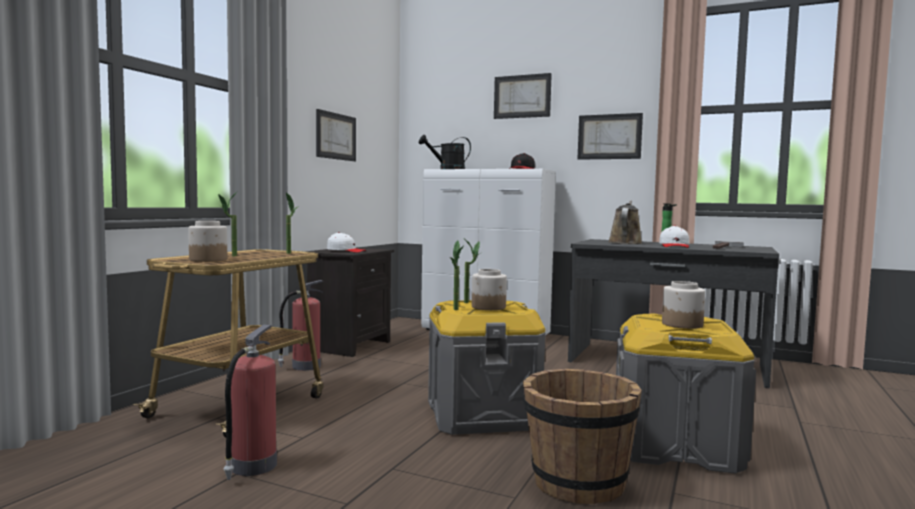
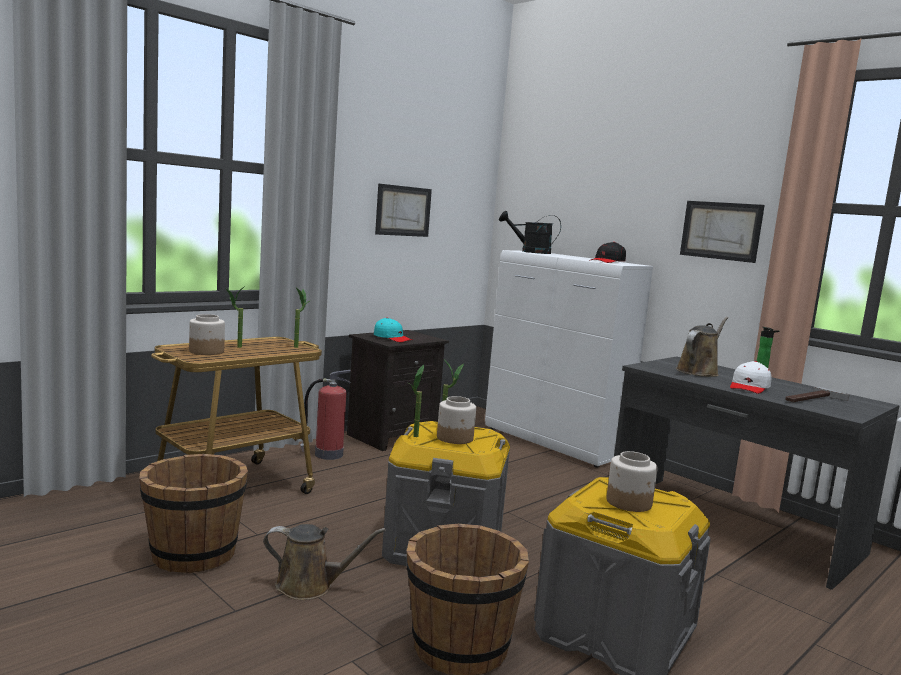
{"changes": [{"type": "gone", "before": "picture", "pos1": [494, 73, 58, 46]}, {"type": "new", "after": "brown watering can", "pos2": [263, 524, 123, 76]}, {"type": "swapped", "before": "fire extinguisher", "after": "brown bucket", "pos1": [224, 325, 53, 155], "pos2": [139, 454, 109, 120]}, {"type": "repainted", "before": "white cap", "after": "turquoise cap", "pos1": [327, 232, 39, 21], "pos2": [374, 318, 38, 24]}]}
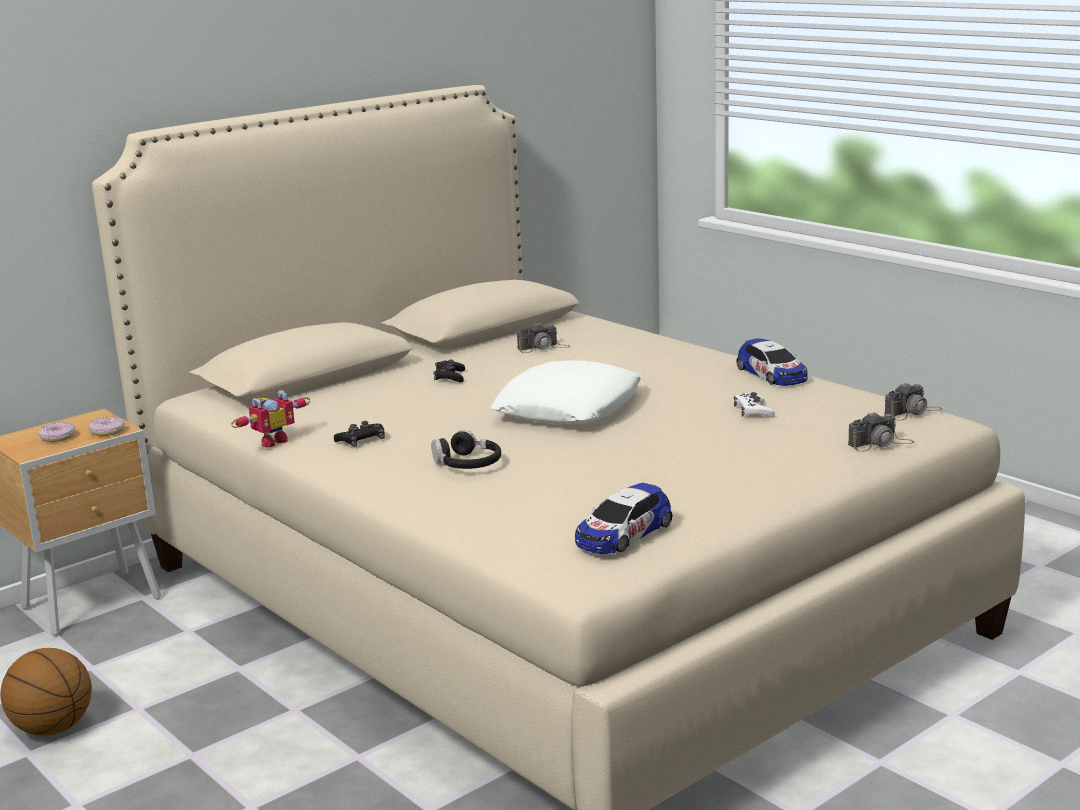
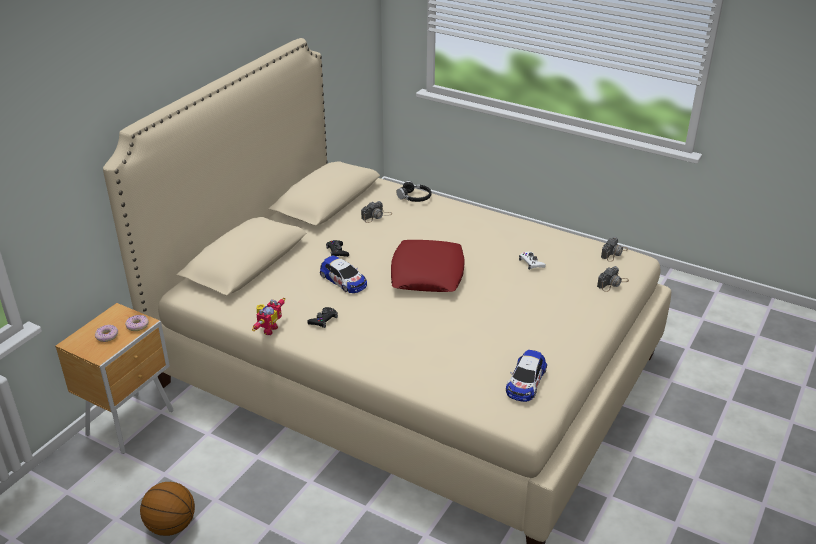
{"changes": [{"type": "shifted", "before": "black headphones", "pos1": [432, 430, 69, 39], "pos2": [396, 181, 36, 21]}, {"type": "shifted", "before": "toy car", "pos1": [737, 338, 71, 48], "pos2": [320, 255, 47, 38]}, {"type": "repainted", "before": "white pillow", "after": "red pillow", "pos1": [491, 360, 151, 64], "pos2": [391, 240, 74, 52]}]}
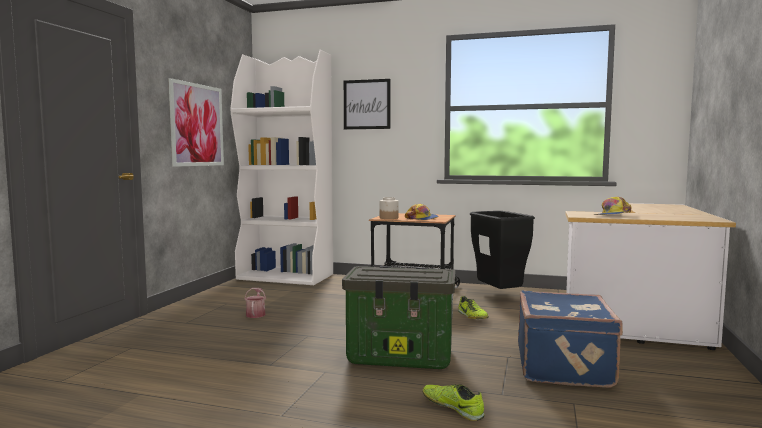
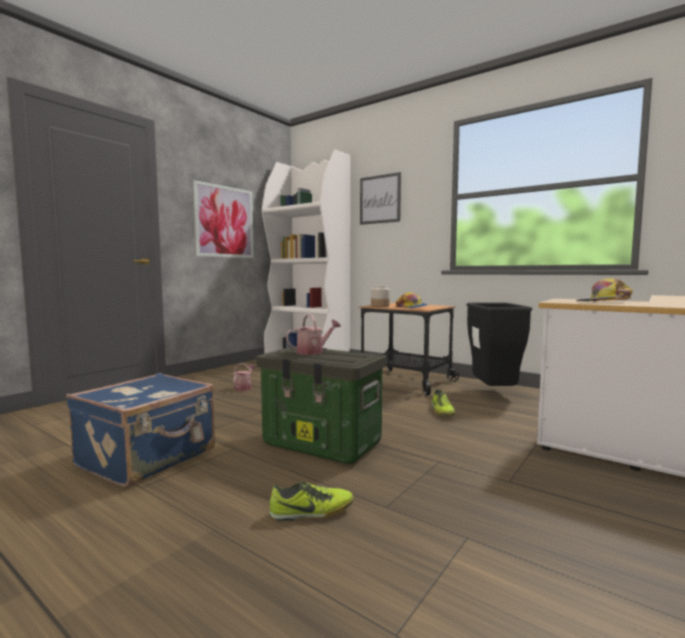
{"changes": [{"type": "new", "after": "watering can", "pos2": [286, 314, 55, 41]}, {"type": "shifted", "before": "blue suitcase", "pos1": [518, 290, 105, 98], "pos2": [66, 373, 149, 115]}, {"type": "rotated", "before": "shoe", "pos1": [423, 384, 62, 37], "pos2": [270, 481, 83, 40], "turn": 105}]}
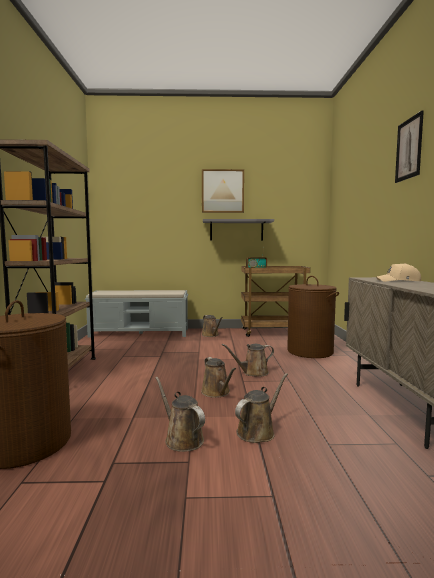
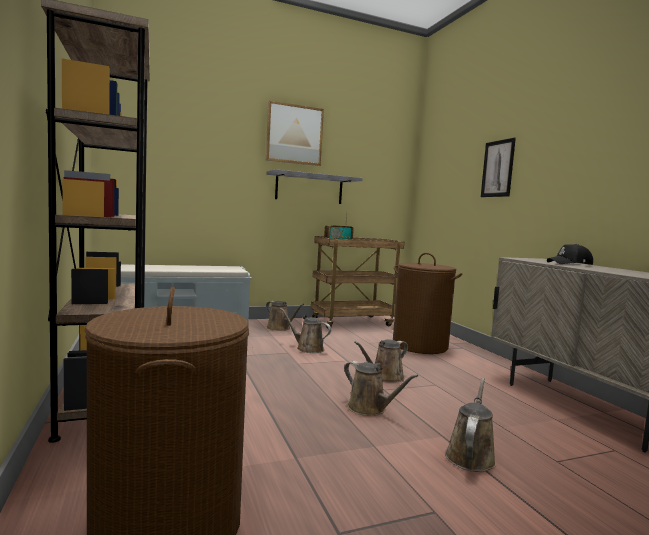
{"changes": [{"type": "shifted", "before": "brown watering can", "pos1": [155, 376, 50, 76], "pos2": [280, 308, 51, 45]}, {"type": "shifted", "before": "picture", "pos1": [395, 110, 29, 73], "pos2": [481, 138, 35, 59]}, {"type": "repainted", "before": "beige cap", "after": "black cap", "pos1": [376, 263, 45, 19], "pos2": [547, 244, 46, 21]}]}
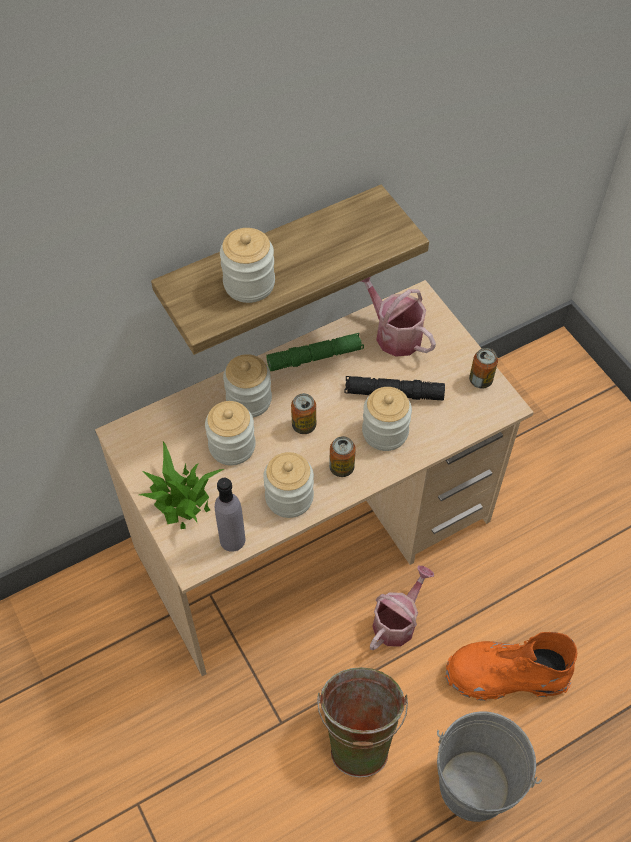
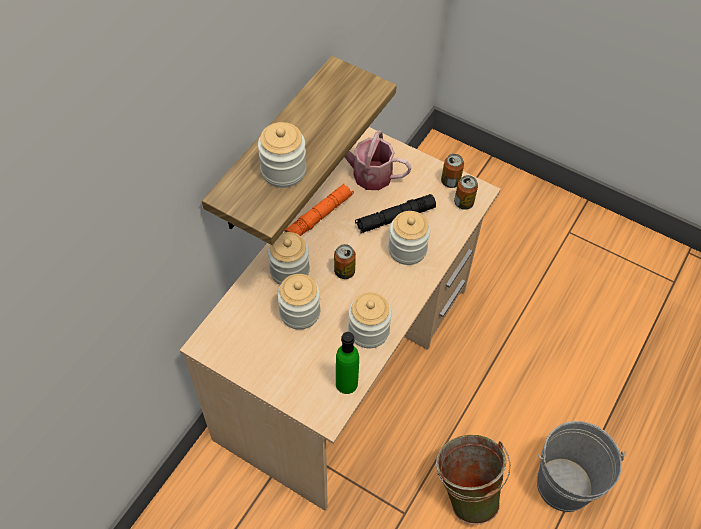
{"changes": [{"type": "gone", "before": "potted plant", "pos1": [139, 442, 85, 87]}, {"type": "gone", "before": "watering can", "pos1": [370, 566, 64, 84]}, {"type": "gone", "before": "orange boot", "pos1": [445, 632, 132, 69]}, {"type": "shifted", "before": "can", "pos1": [329, 436, 27, 41], "pos2": [454, 175, 24, 35]}, {"type": "repainted", "before": "grey bottle", "after": "green bottle", "pos1": [215, 478, 30, 74], "pos2": [336, 332, 23, 62]}, {"type": "repainted", "before": "green flashlight", "after": "orange flashlight", "pos1": [266, 333, 98, 38], "pos2": [284, 184, 70, 52]}]}
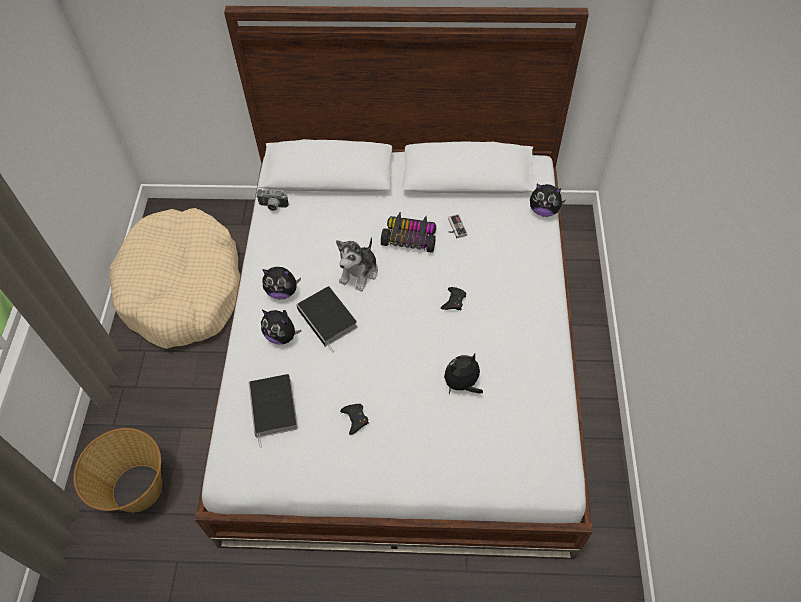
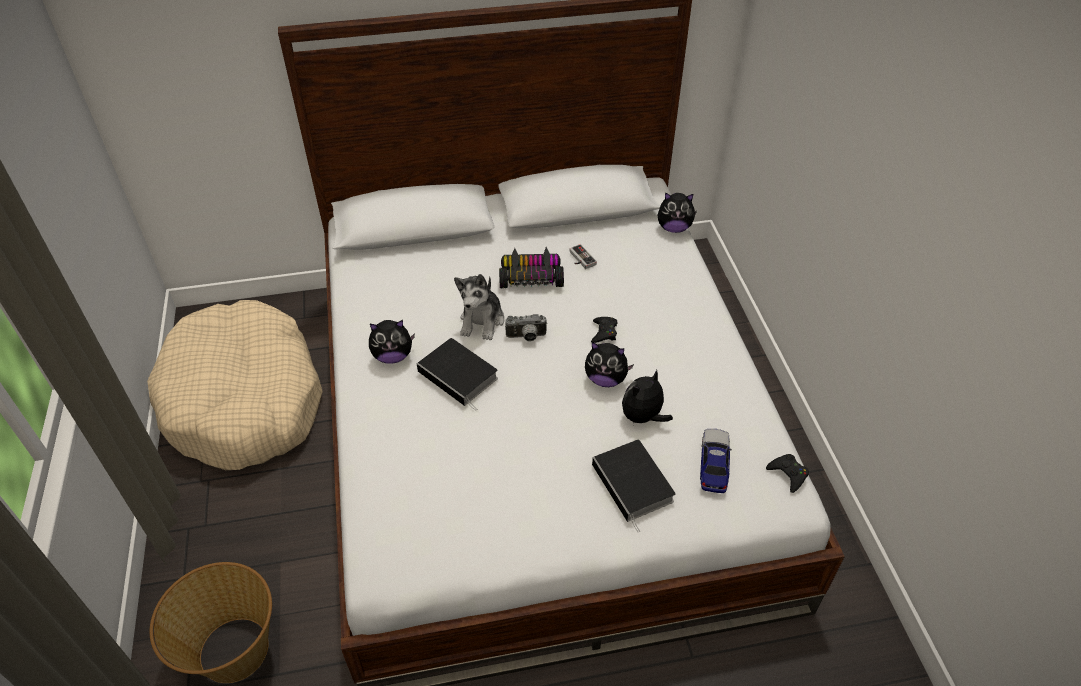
{"changes": [{"type": "new", "after": "toy car", "pos2": [700, 429, 32, 64]}, {"type": "shifted", "before": "book", "pos1": [248, 374, 50, 74], "pos2": [592, 440, 84, 92]}, {"type": "shifted", "before": "photo camera", "pos1": [256, 189, 33, 22], "pos2": [505, 314, 42, 27]}, {"type": "shifted", "before": "plush toy", "pos1": [261, 310, 40, 34], "pos2": [585, 342, 49, 45]}, {"type": "shifted", "before": "black game controller", "pos1": [340, 404, 29, 31], "pos2": [766, 454, 43, 39]}]}
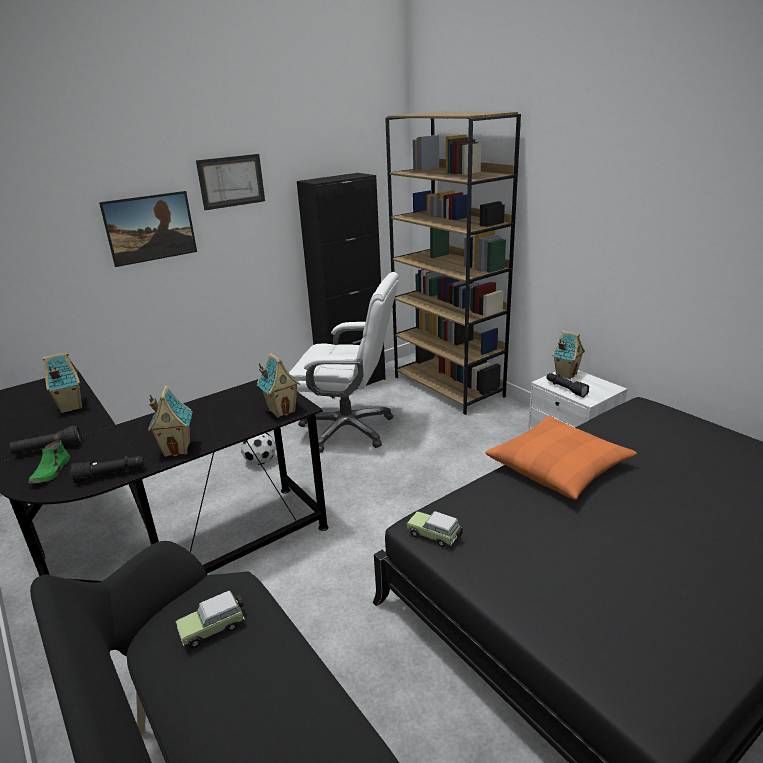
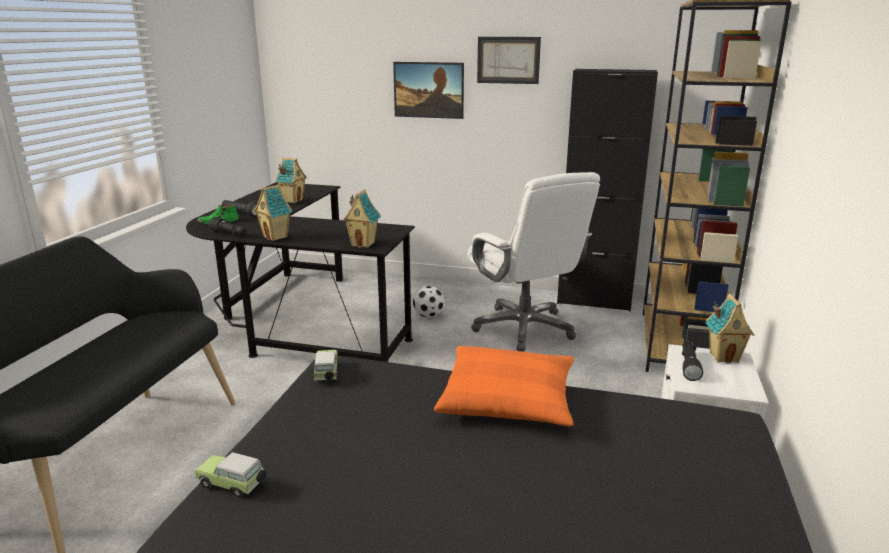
{"changes": [{"type": "shifted", "before": "toy car", "pos1": [176, 591, 69, 58], "pos2": [195, 452, 72, 46]}]}
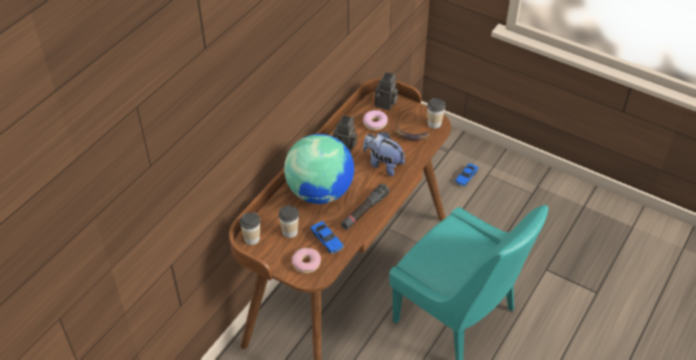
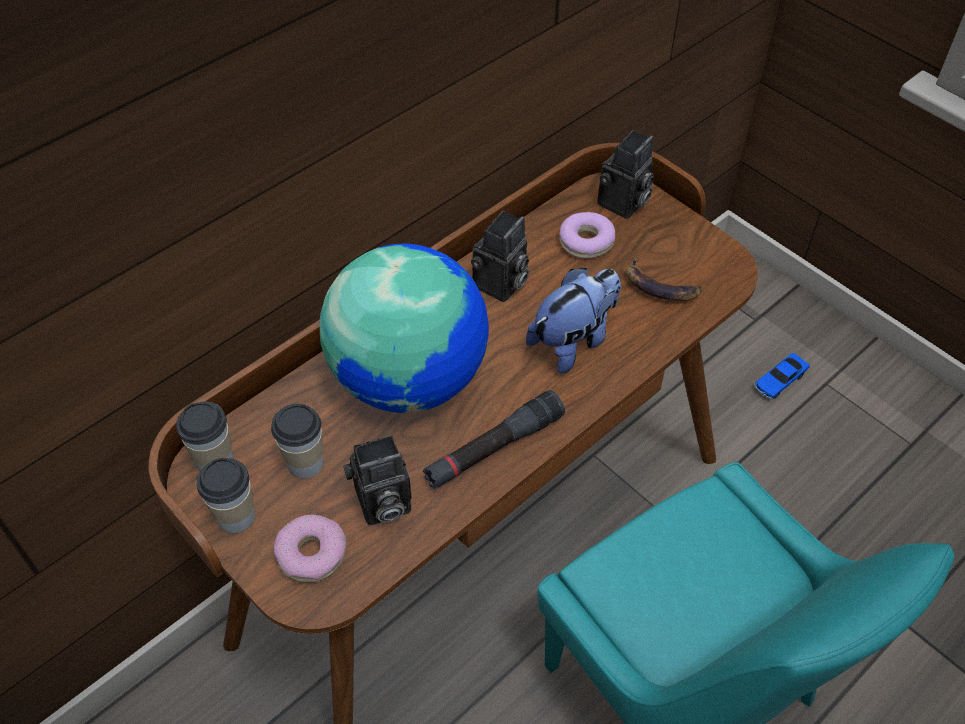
{"changes": [{"type": "shifted", "before": "cup", "pos1": [427, 98, 18, 31], "pos2": [196, 458, 59, 75]}, {"type": "swapped", "before": "toy car", "after": "photo camera", "pos1": [310, 221, 34, 33], "pos2": [343, 435, 69, 90]}, {"type": "rotated", "before": "plush toy", "pos1": [363, 132, 42, 44], "pos2": [526, 268, 95, 106], "turn": 90}]}
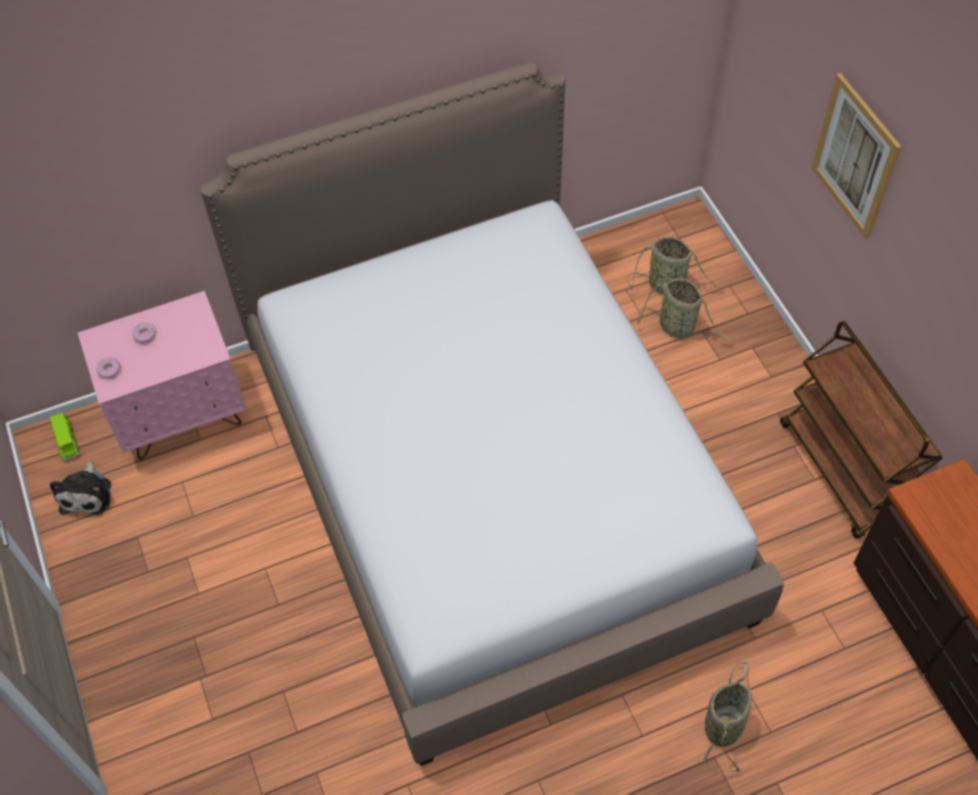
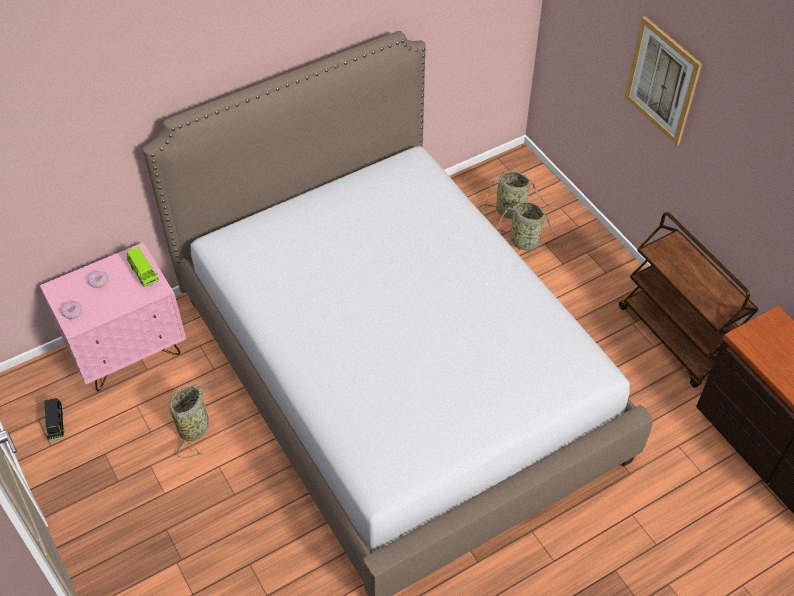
{"changes": [{"type": "shifted", "before": "green toy car", "pos1": [50, 413, 30, 48], "pos2": [127, 247, 32, 40]}, {"type": "shifted", "before": "basket", "pos1": [704, 662, 48, 110], "pos2": [169, 380, 44, 78]}, {"type": "swapped", "before": "plush toy", "after": "black toy car", "pos1": [50, 461, 61, 54], "pos2": [45, 398, 19, 43]}]}
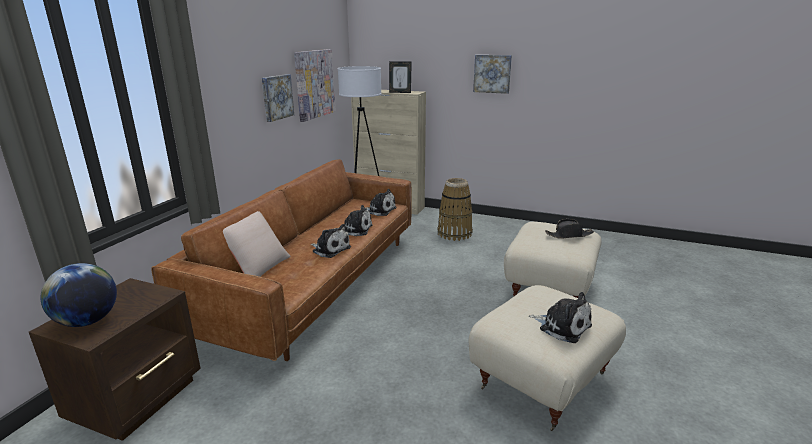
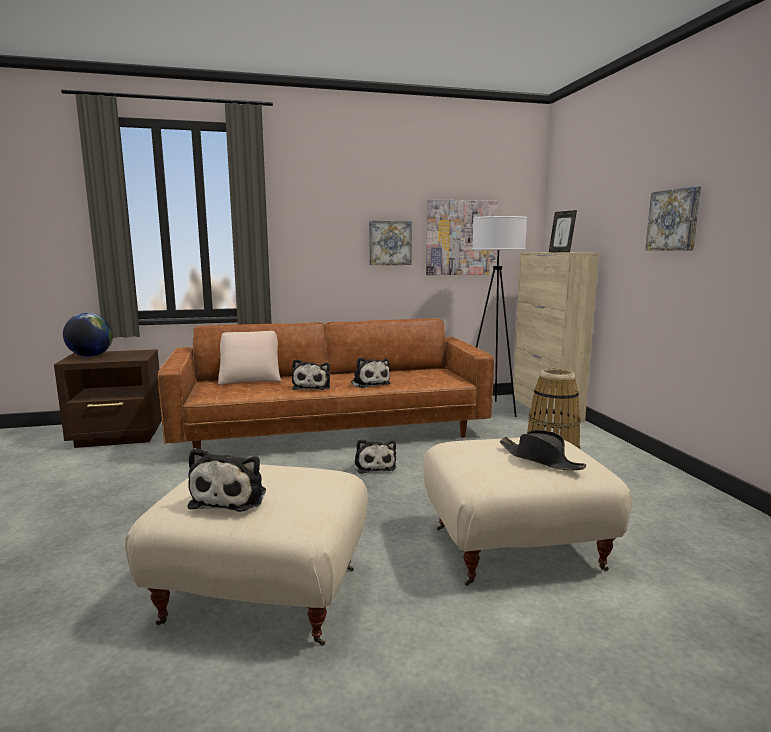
{"changes": [{"type": "shifted", "before": "plush toy", "pos1": [360, 189, 37, 27], "pos2": [355, 439, 41, 35]}]}
